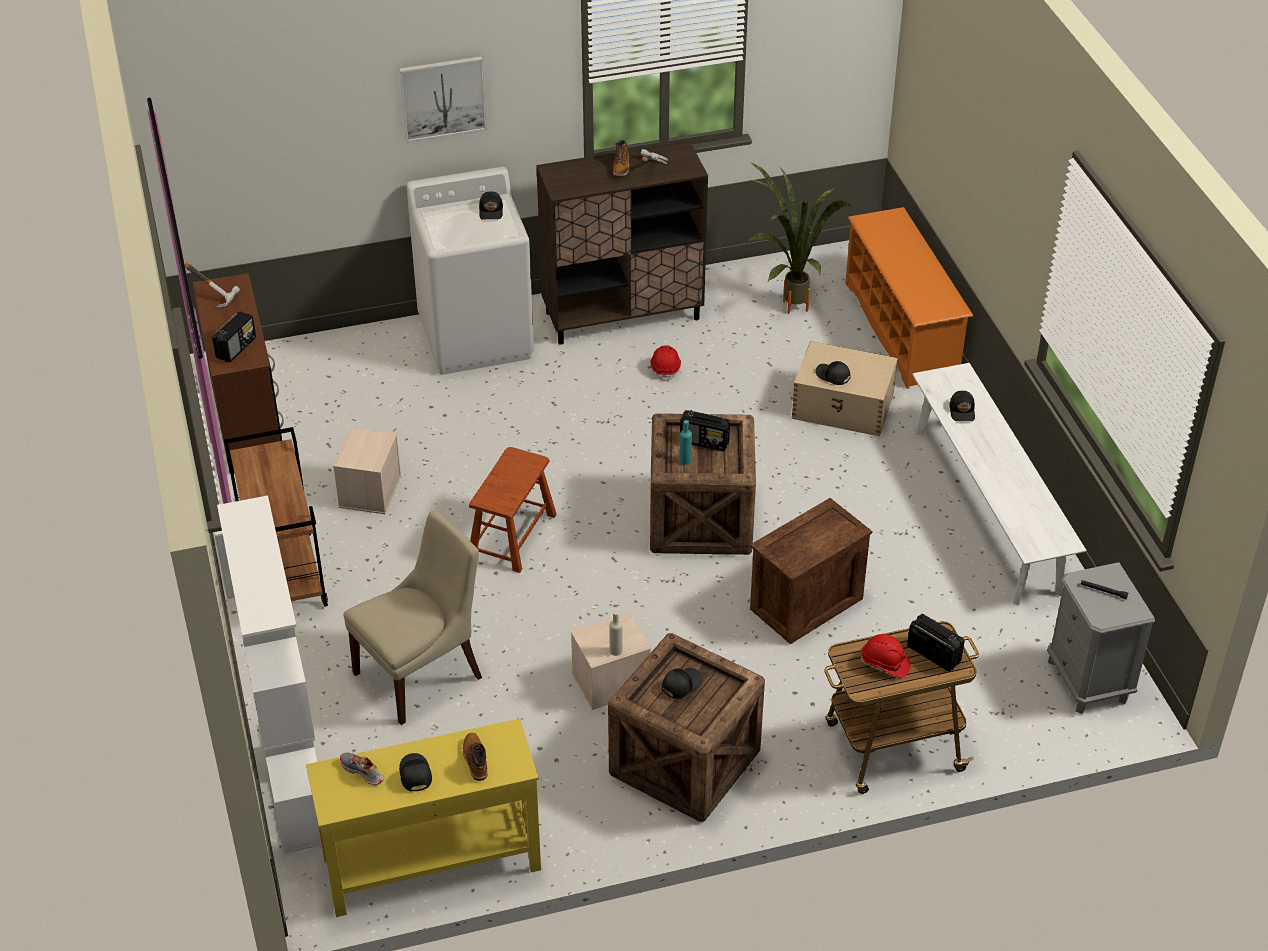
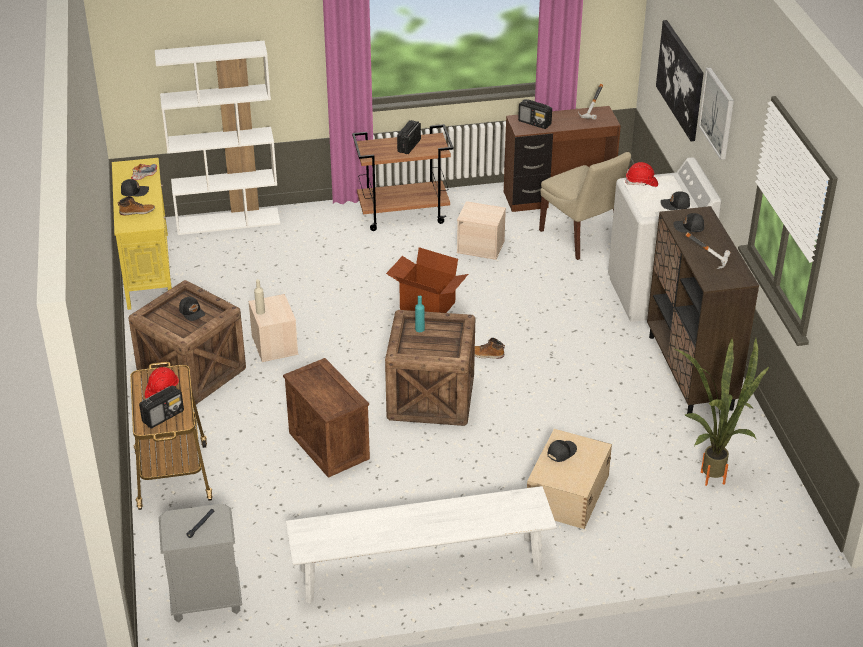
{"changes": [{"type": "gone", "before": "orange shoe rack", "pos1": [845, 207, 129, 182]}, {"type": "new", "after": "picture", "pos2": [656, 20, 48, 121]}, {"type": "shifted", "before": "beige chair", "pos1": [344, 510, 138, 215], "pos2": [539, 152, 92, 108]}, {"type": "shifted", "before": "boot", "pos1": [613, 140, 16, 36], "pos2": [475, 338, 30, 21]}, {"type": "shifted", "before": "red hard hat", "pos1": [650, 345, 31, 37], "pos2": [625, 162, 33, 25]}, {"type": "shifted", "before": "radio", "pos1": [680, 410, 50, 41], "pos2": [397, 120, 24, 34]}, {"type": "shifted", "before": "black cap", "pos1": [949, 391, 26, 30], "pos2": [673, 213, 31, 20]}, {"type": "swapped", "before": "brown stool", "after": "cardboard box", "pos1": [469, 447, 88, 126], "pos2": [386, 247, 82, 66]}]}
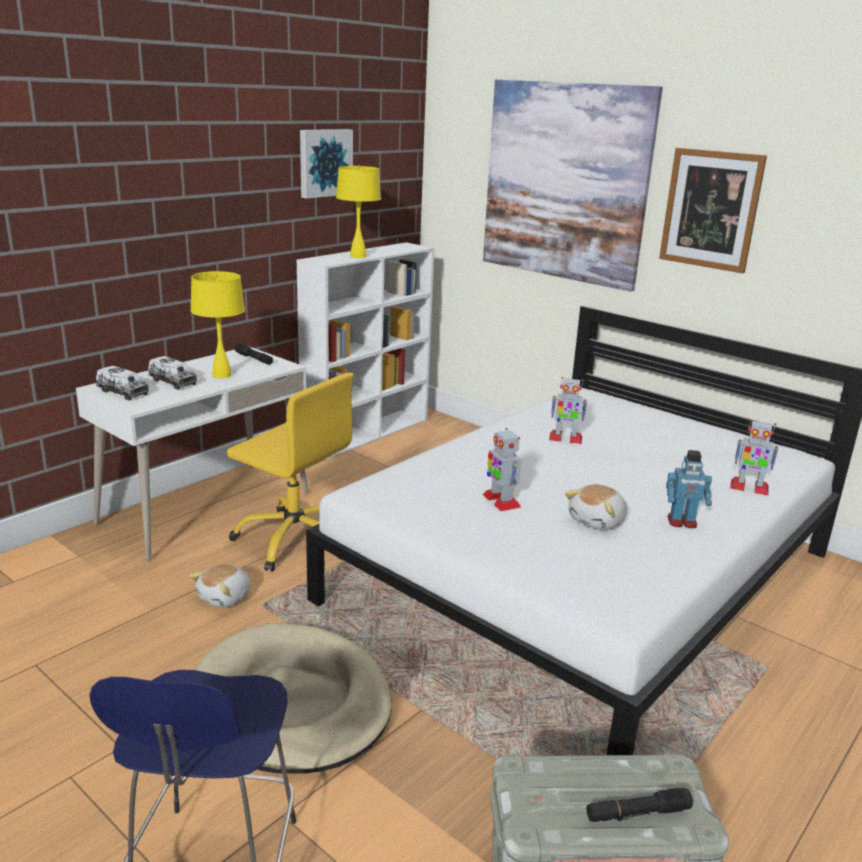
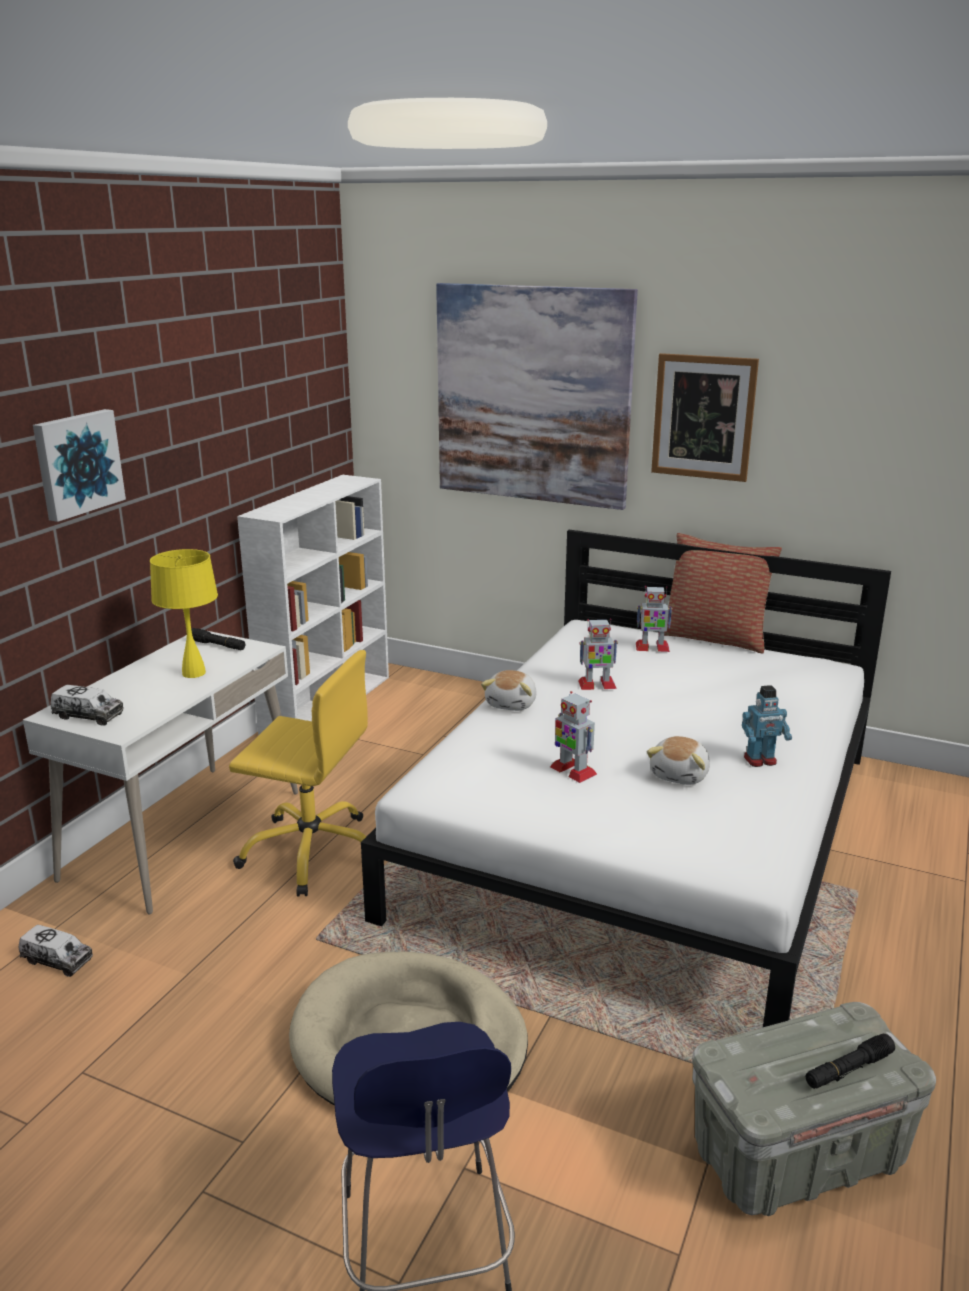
{"changes": [{"type": "gone", "before": "yellow table lamp", "pos1": [336, 165, 45, 93]}, {"type": "new", "after": "pillow", "pos2": [664, 533, 118, 120]}, {"type": "shifted", "before": "toy truck", "pos1": [148, 356, 49, 34], "pos2": [19, 925, 74, 52]}, {"type": "shifted", "before": "plush toy", "pos1": [189, 564, 62, 44], "pos2": [481, 670, 56, 41]}, {"type": "shifted", "before": "picture", "pos1": [300, 129, 53, 70], "pos2": [33, 409, 93, 113]}, {"type": "shifted", "before": "toy robot", "pos1": [730, 419, 49, 76], "pos2": [636, 586, 37, 66]}]}
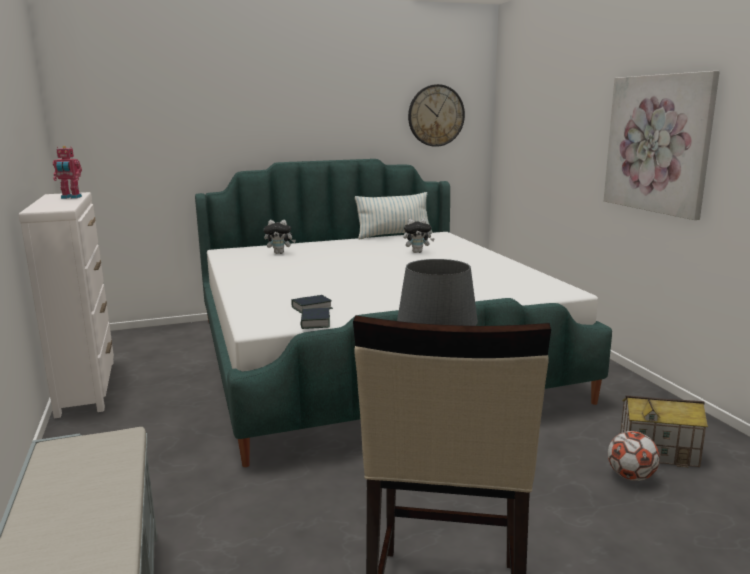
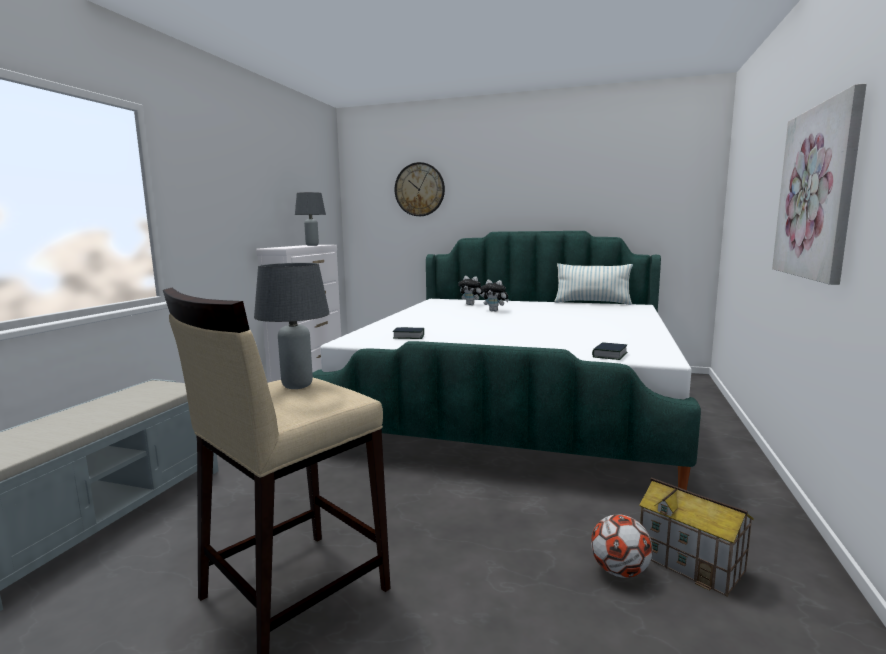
{"changes": [{"type": "shifted", "before": "book", "pos1": [301, 308, 29, 21], "pos2": [592, 342, 36, 18]}, {"type": "shifted", "before": "plush toy", "pos1": [403, 219, 32, 34], "pos2": [481, 280, 28, 31]}, {"type": "shifted", "before": "wall clock", "pos1": [408, 84, 57, 63], "pos2": [395, 162, 50, 54]}, {"type": "swapped", "before": "toy robot", "after": "grey table lamp", "pos1": [53, 146, 29, 53], "pos2": [295, 192, 31, 54]}]}
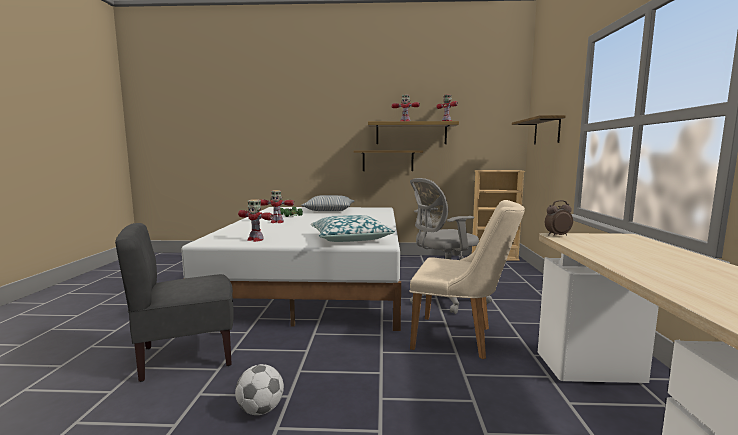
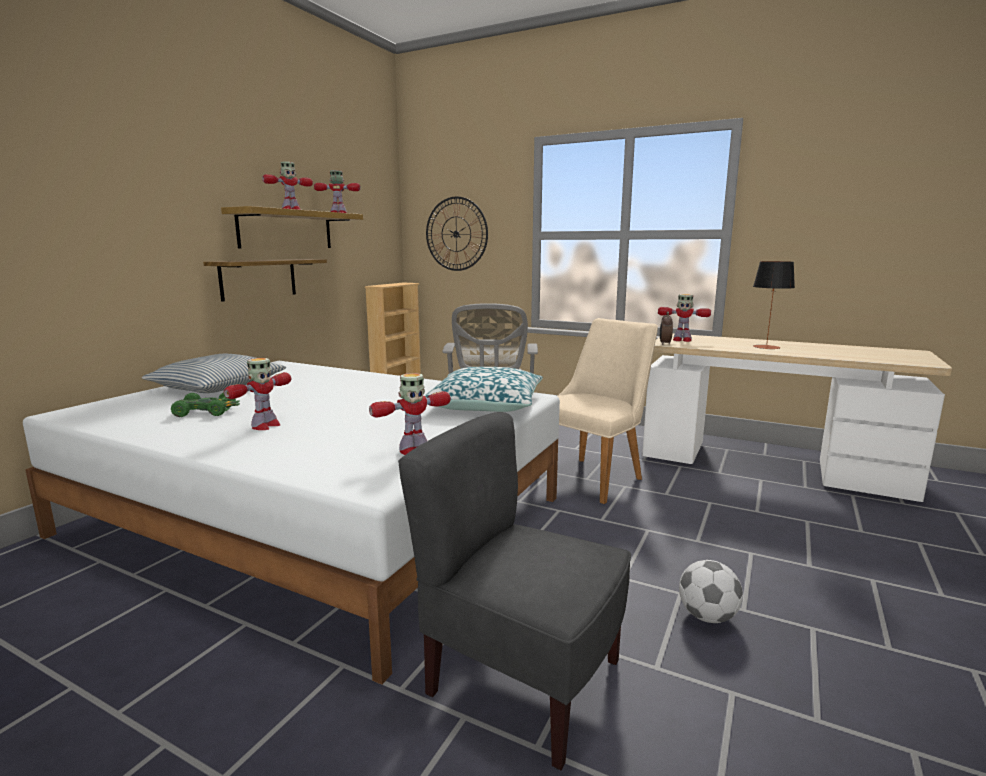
{"changes": [{"type": "new", "after": "toy robot", "pos2": [658, 294, 53, 48]}, {"type": "new", "after": "table lamp", "pos2": [753, 261, 42, 88]}, {"type": "swapped", "before": "shelf", "after": "wall clock", "pos1": [512, 115, 54, 29], "pos2": [426, 197, 62, 74]}, {"type": "rotated", "before": "grey chair", "pos1": [115, 223, 118, 159], "pos2": [398, 412, 233, 358], "turn": 120}]}
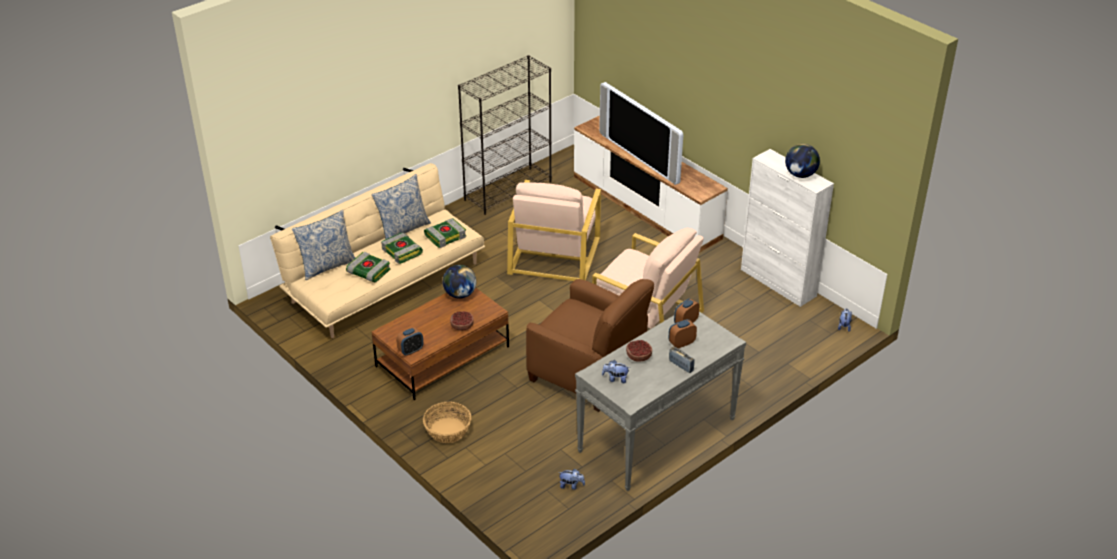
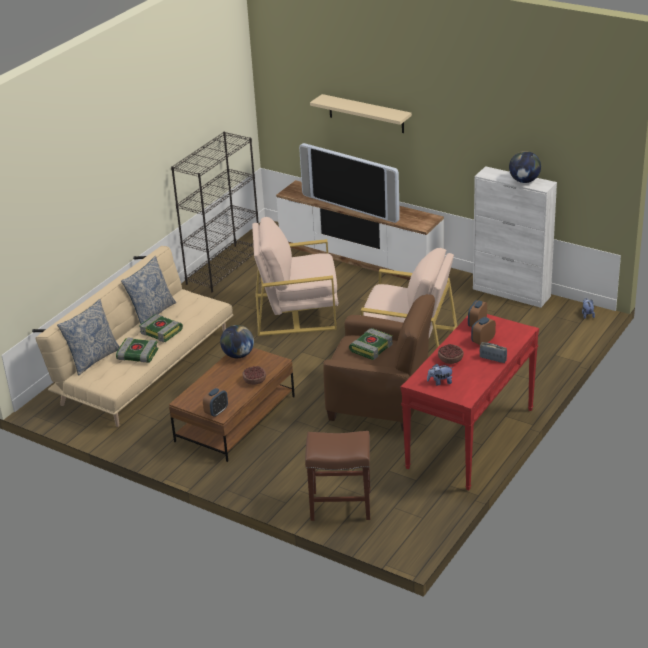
{"changes": [{"type": "gone", "before": "basket", "pos1": [423, 402, 48, 41]}, {"type": "gone", "before": "plush toy", "pos1": [558, 469, 27, 21]}, {"type": "new", "after": "brown stool", "pos2": [305, 431, 65, 90]}, {"type": "new", "after": "beige shelf", "pos2": [310, 94, 102, 39]}, {"type": "shifted", "before": "book", "pos1": [424, 218, 42, 30], "pos2": [349, 328, 44, 32]}, {"type": "repainted", "before": "grey console table", "after": "red console table", "pos1": [575, 311, 171, 180], "pos2": [401, 314, 138, 176]}, {"type": "rotated", "before": "beige armchair", "pos1": [507, 180, 94, 101], "pos2": [252, 217, 87, 119], "turn": 90}]}
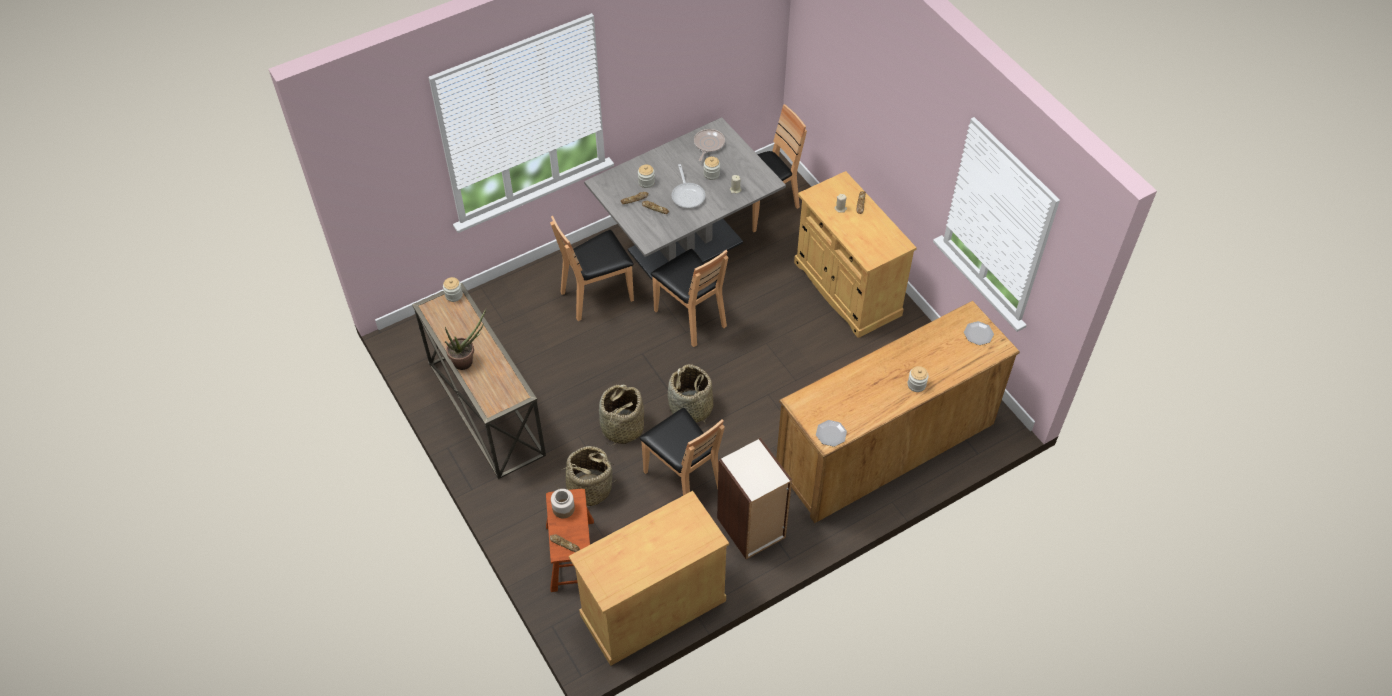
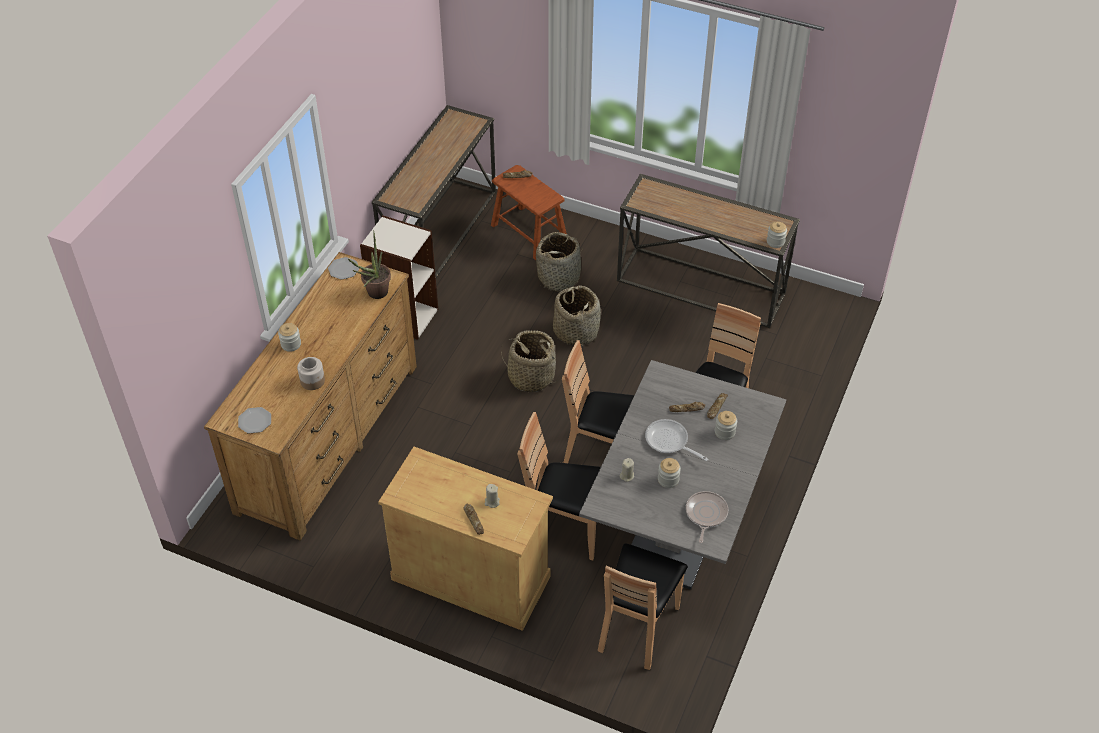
{"changes": [{"type": "shifted", "before": "potted plant", "pos1": [445, 309, 41, 61], "pos2": [348, 230, 43, 69]}, {"type": "shifted", "before": "jar", "pos1": [551, 489, 24, 29], "pos2": [297, 357, 28, 33]}, {"type": "shifted", "before": "brown chair", "pos1": [640, 408, 85, 87], "pos2": [517, 412, 84, 148]}, {"type": "swapped", "before": "beige cabinet", "after": "console table", "pos1": [569, 491, 160, 175], "pos2": [371, 105, 125, 173]}, {"type": "rotated", "before": "frying pan", "pos1": [694, 129, 31, 32], "pos2": [686, 491, 42, 52], "turn": -150}]}
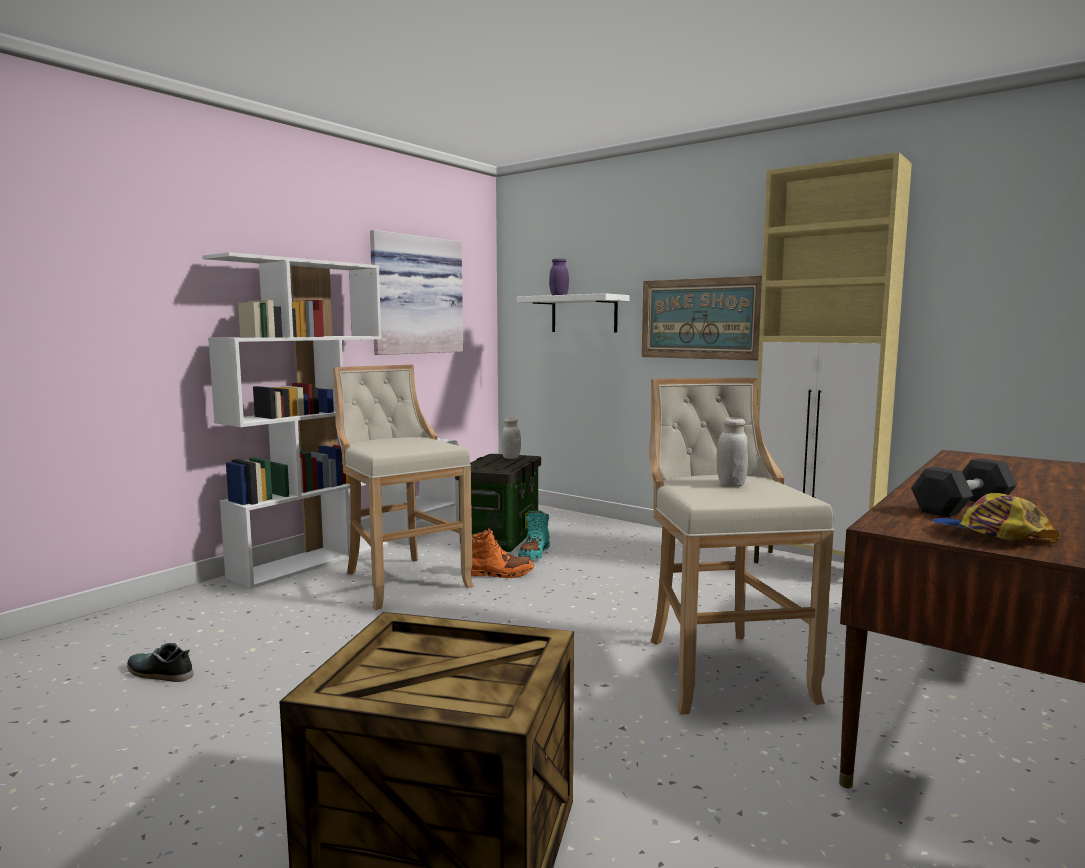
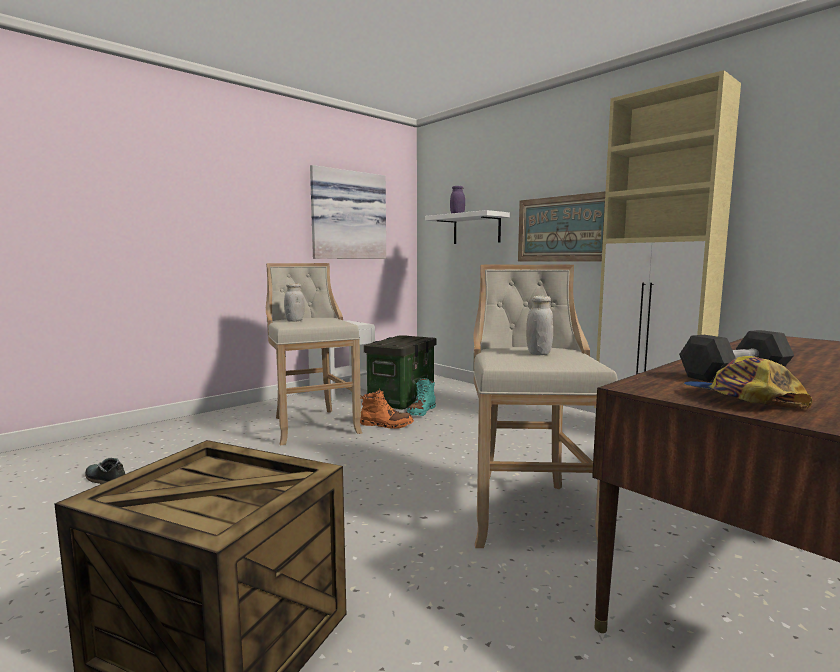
{"changes": [{"type": "gone", "before": "white bookcase", "pos1": [202, 252, 187, 337]}, {"type": "shifted", "before": "white jar", "pos1": [501, 418, 20, 41], "pos2": [284, 283, 21, 39]}]}
